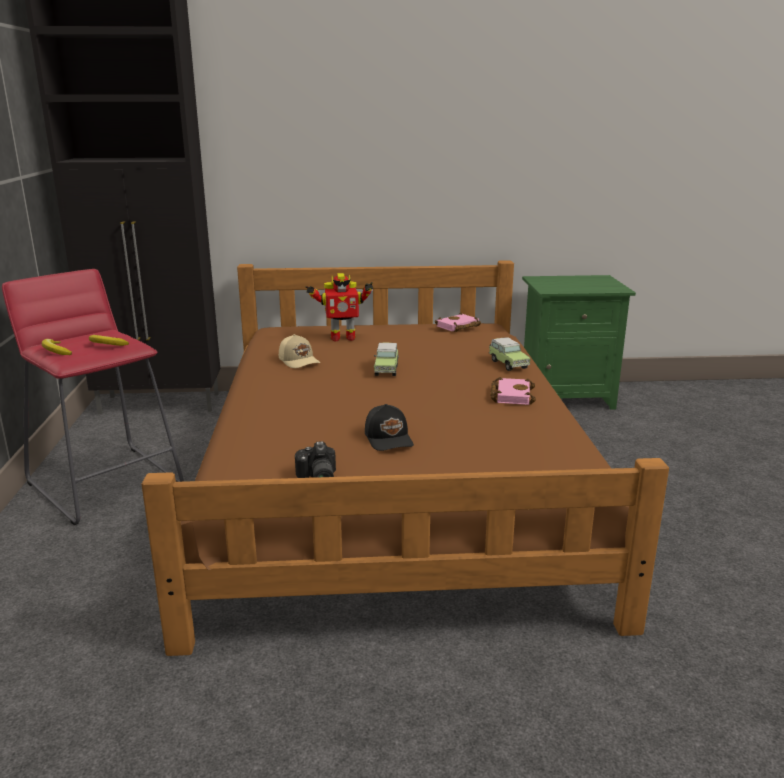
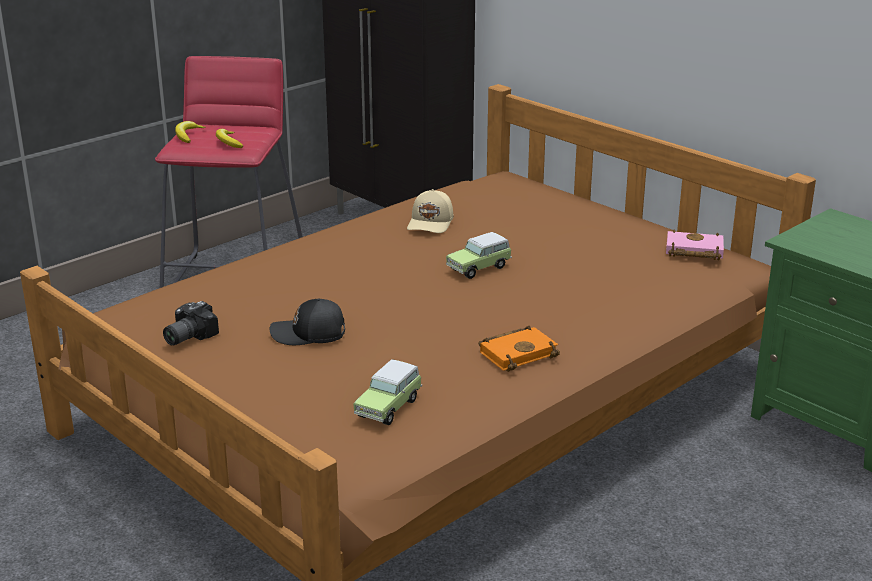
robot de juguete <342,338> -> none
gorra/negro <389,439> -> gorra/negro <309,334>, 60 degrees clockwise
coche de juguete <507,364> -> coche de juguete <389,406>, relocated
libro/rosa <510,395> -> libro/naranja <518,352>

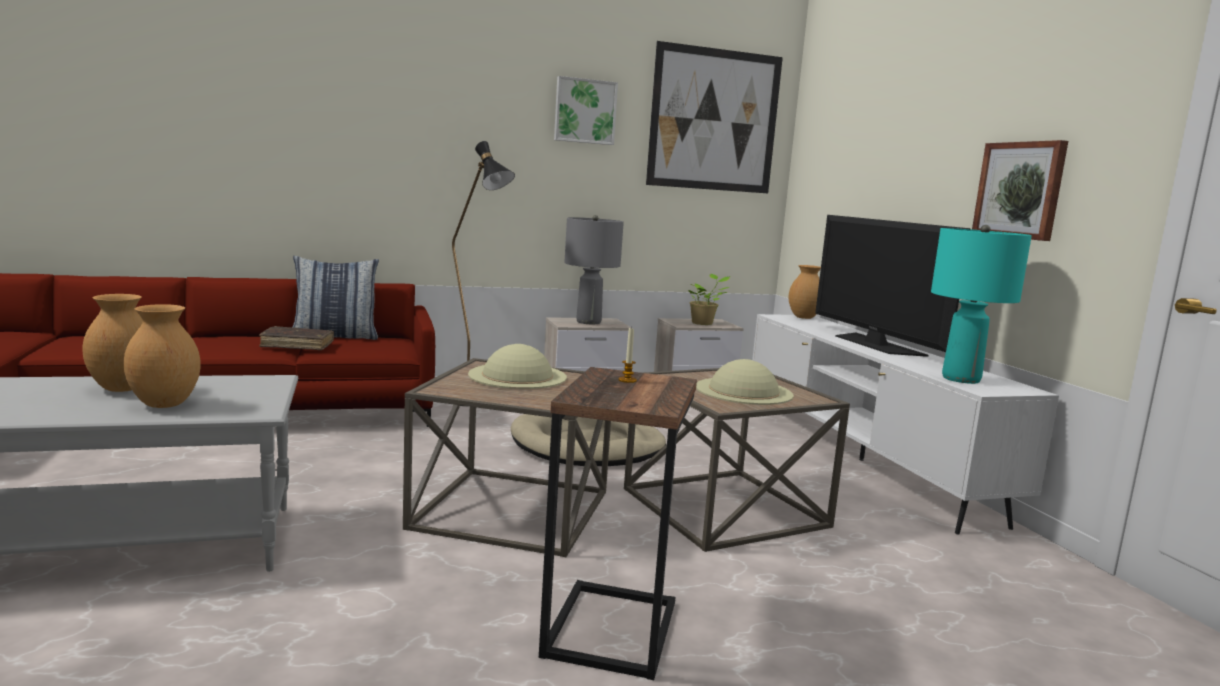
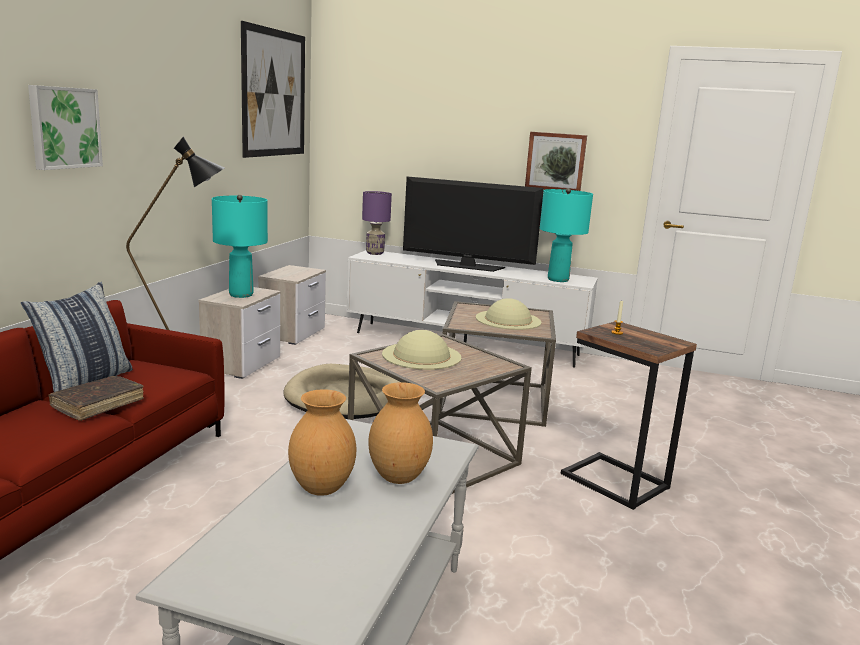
cuadro <585,111> -> cuadro <63,127>, relocated
lámpara de mesa/gris <588,322> -> lámpara de mesa/turquesa <240,294>
planta en maceta <703,323> -> none
florero/marrón <804,317> -> lámpara de mesa/morado <375,253>

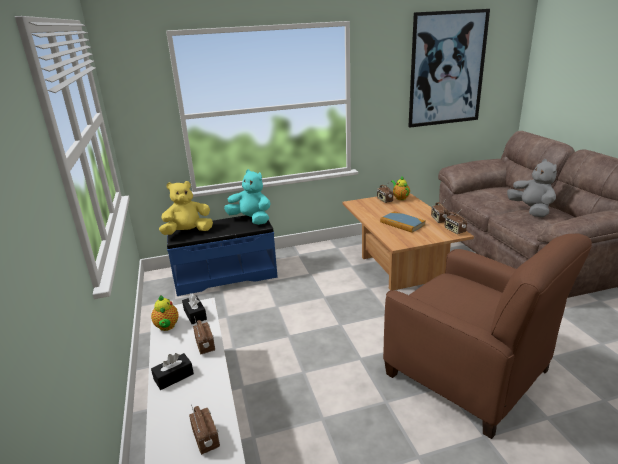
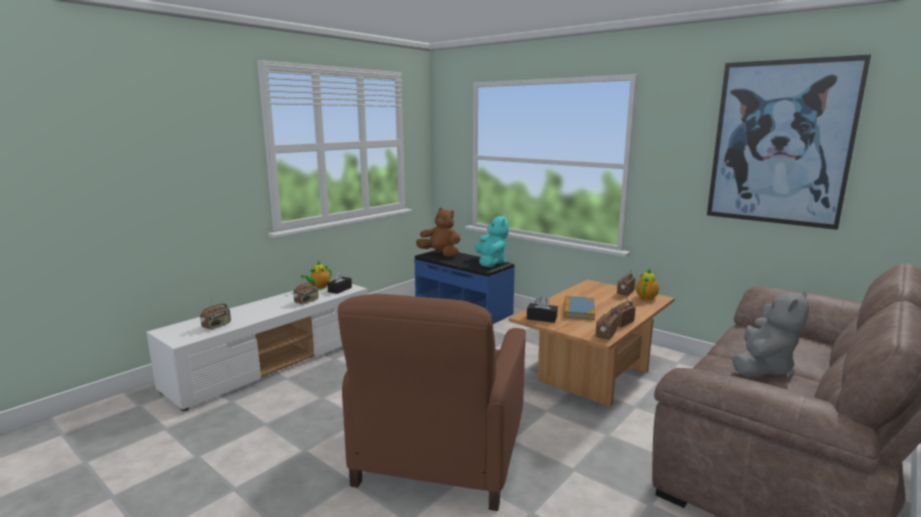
caja de pañuelos/negro <173,377> -> caja de pañuelos/negro <541,318>, relocated
peluche/amarillo <188,232> -> peluche/marrón <440,254>

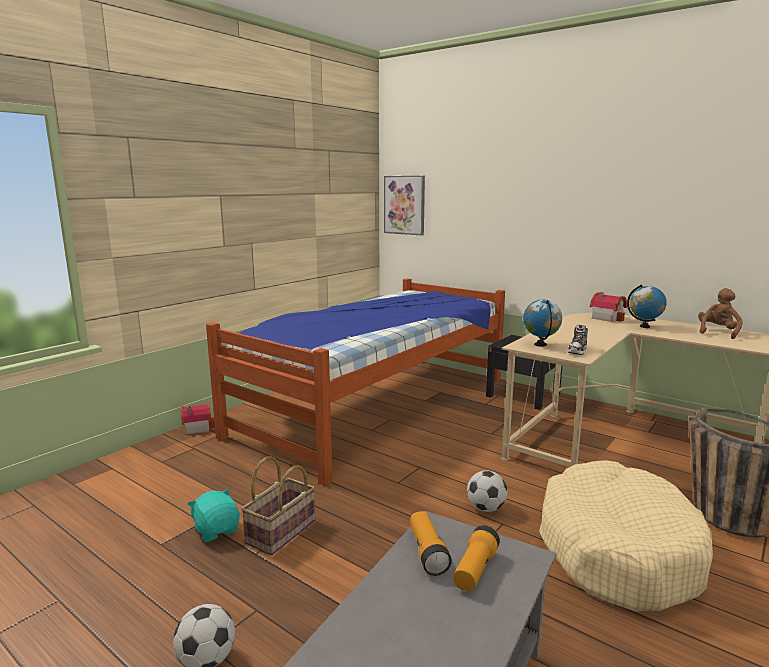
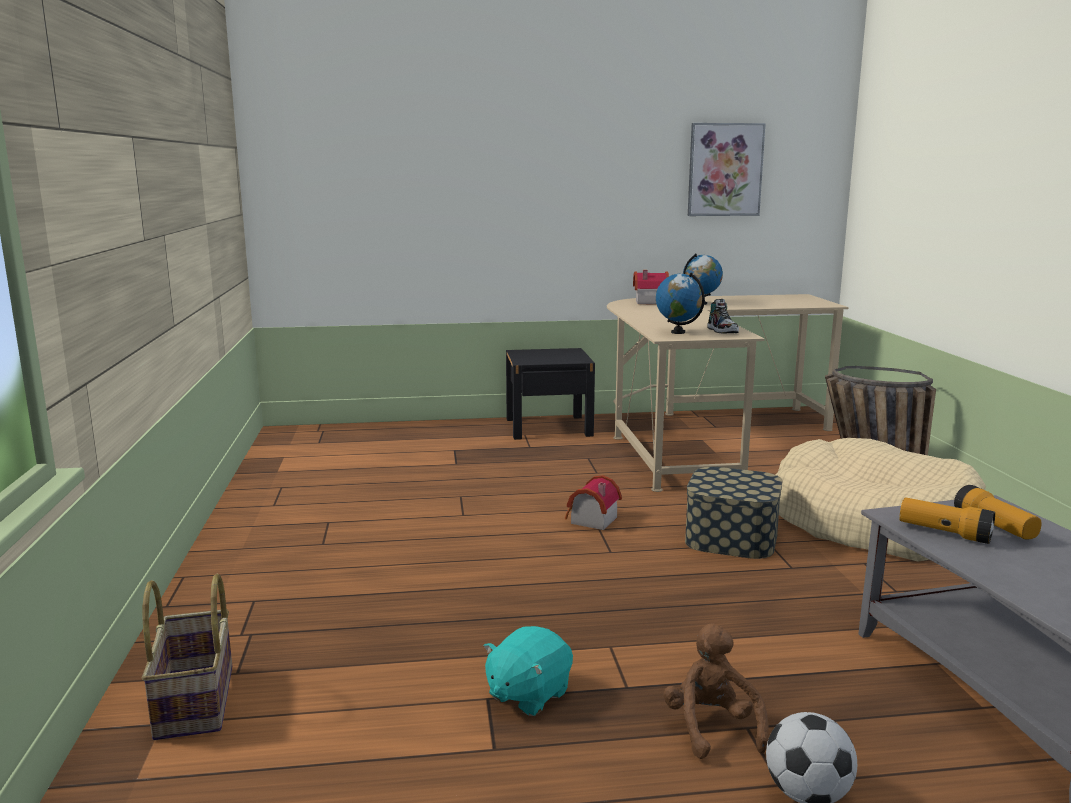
casita <196,428> -> casita <590,520>, relocated
peluche/turquesa <217,530> -> peluche/turquesa <527,694>, 60 degrees counterclockwise
cama <374,405> -> none
cesta <281,532> -> cesta <197,702>, relocated
cuadro <404,205> -> cuadro <725,170>, relocated
balón de fútbol <486,508> -> caja de almacenaje <731,537>
peluche/marrón <717,332> -> peluche/marrón <711,728>, relocated

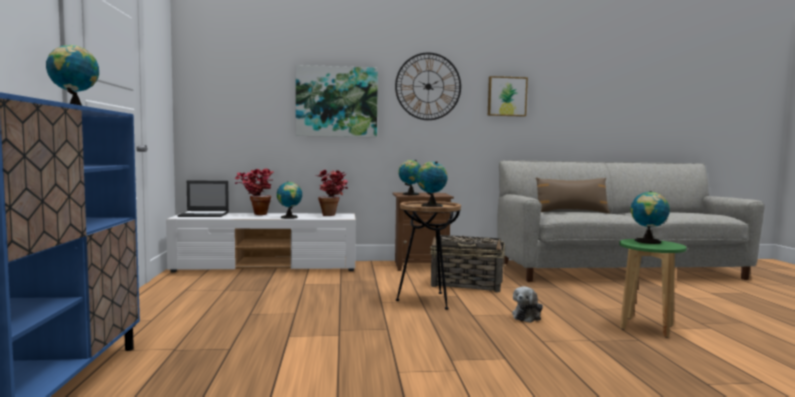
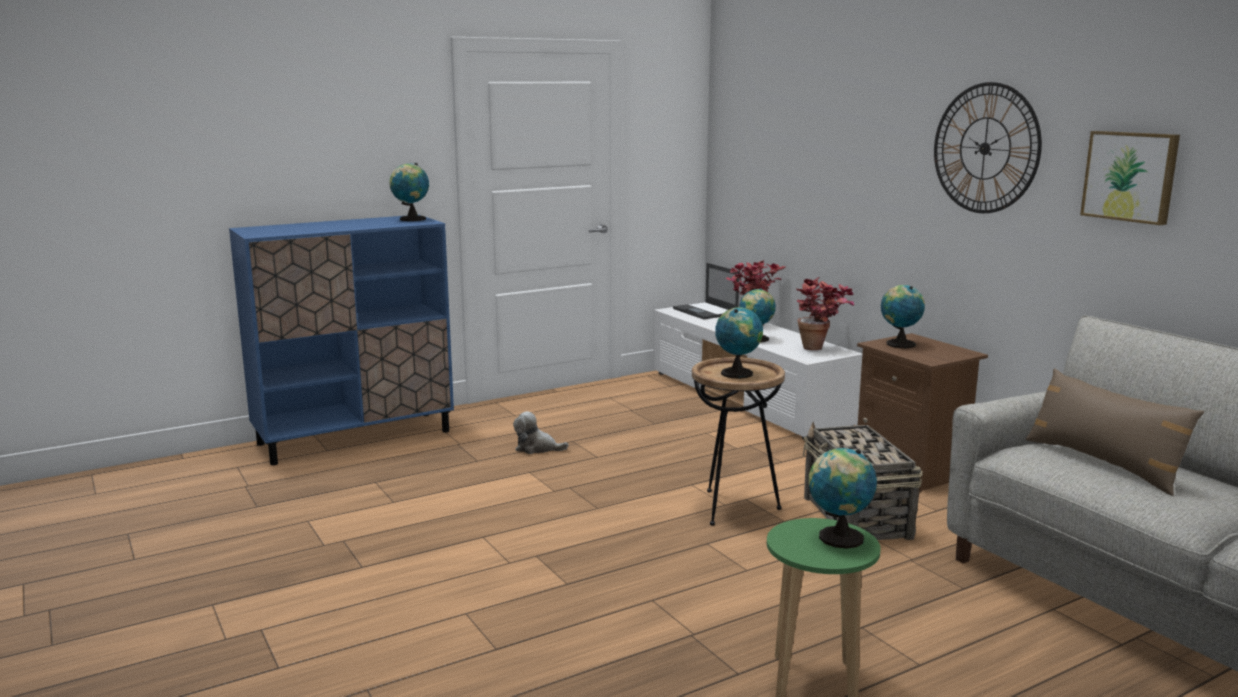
cuadro <336,102> -> none
peluche <527,316> -> peluche <537,448>, relocated

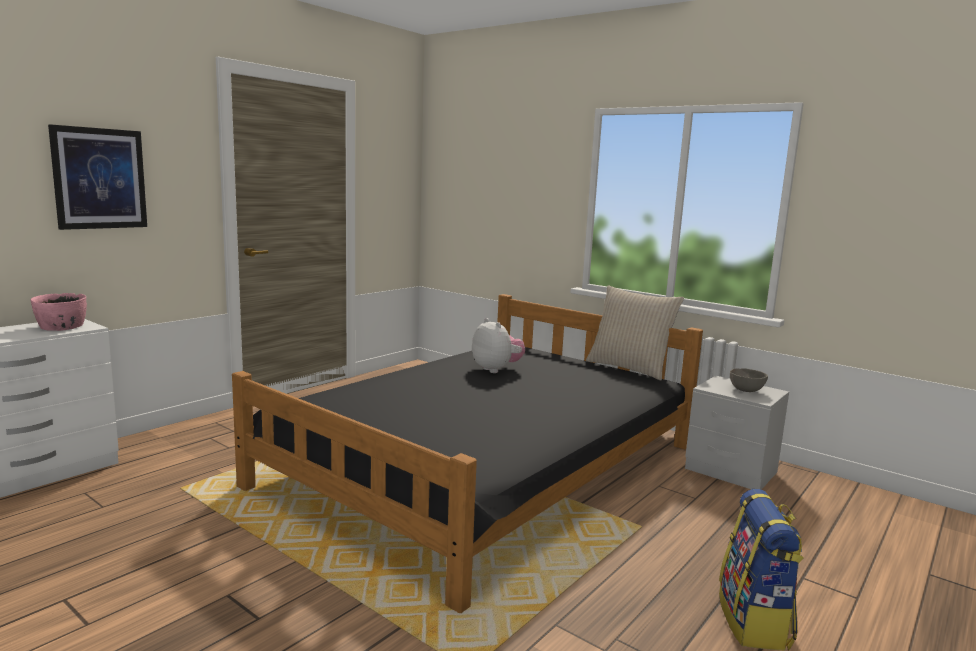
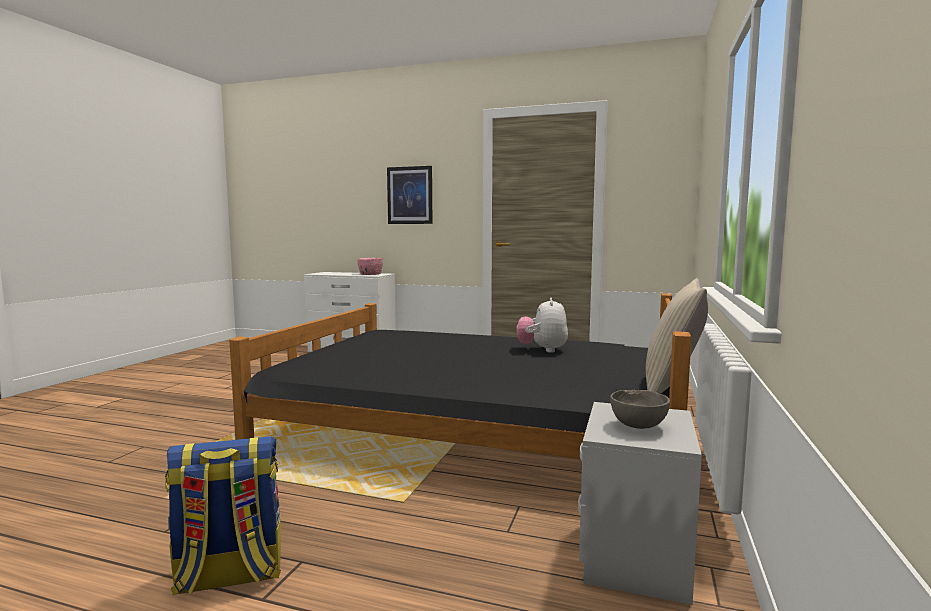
peluche <496,369> -> peluche <542,350>, 150 degrees clockwise

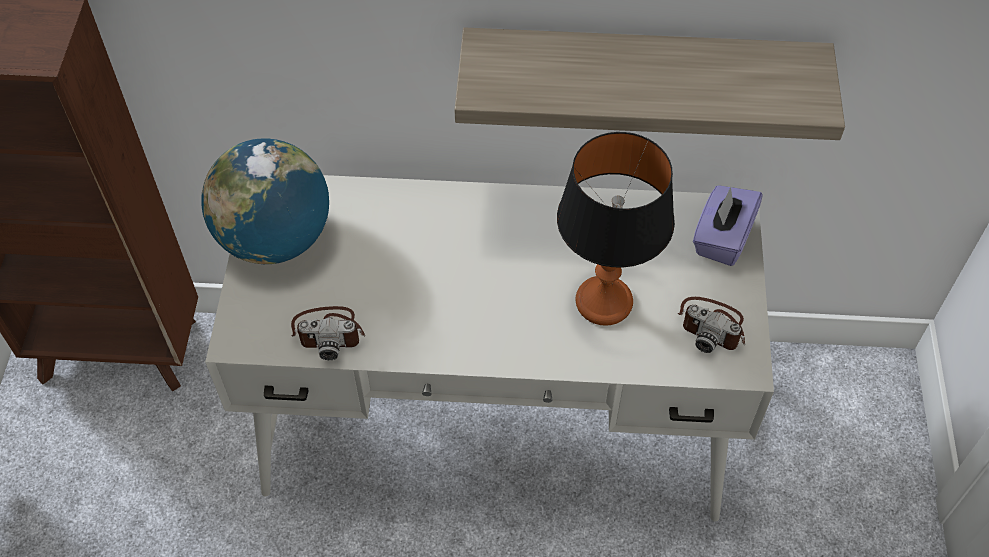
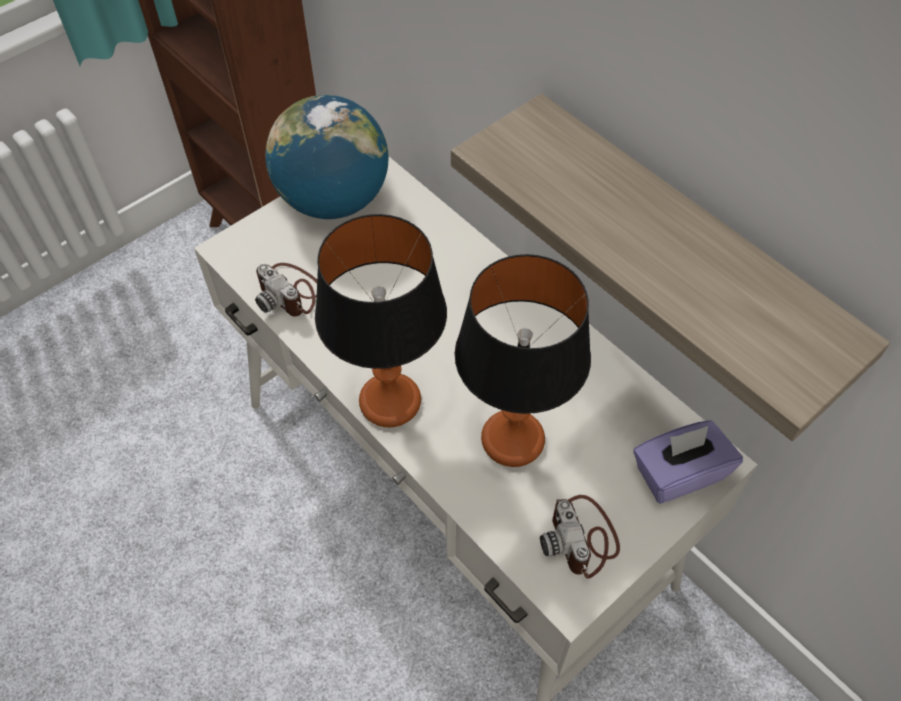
none -> lámpara de mesa <390,400>

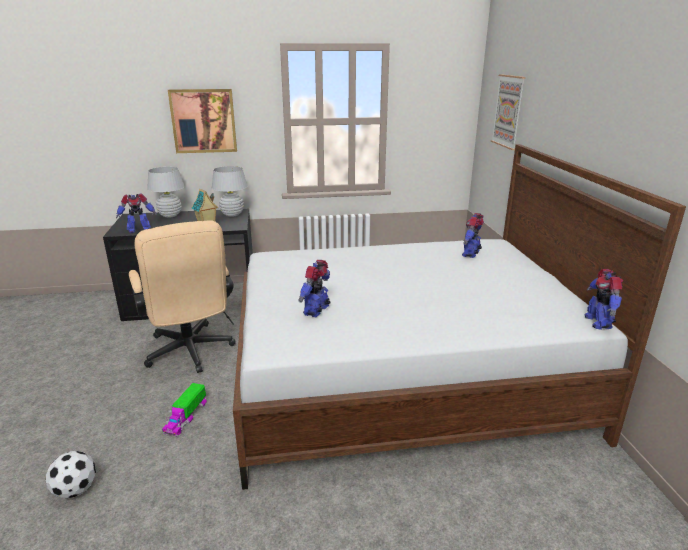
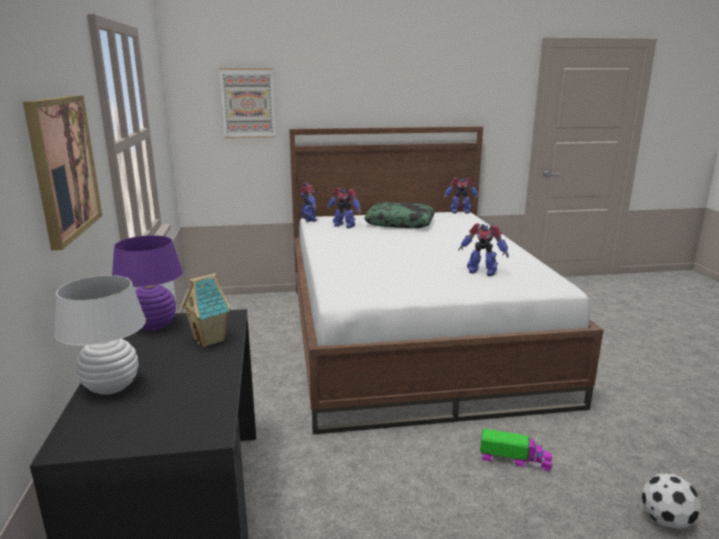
robot de juguete <139,230> -> robot de juguete <308,219>, relocated
silla de oficina/beis <191,353> -> none
lámpara de mesa/blanco <232,214> -> lámpara de mesa/morado <154,325>
none -> cojín <400,223>

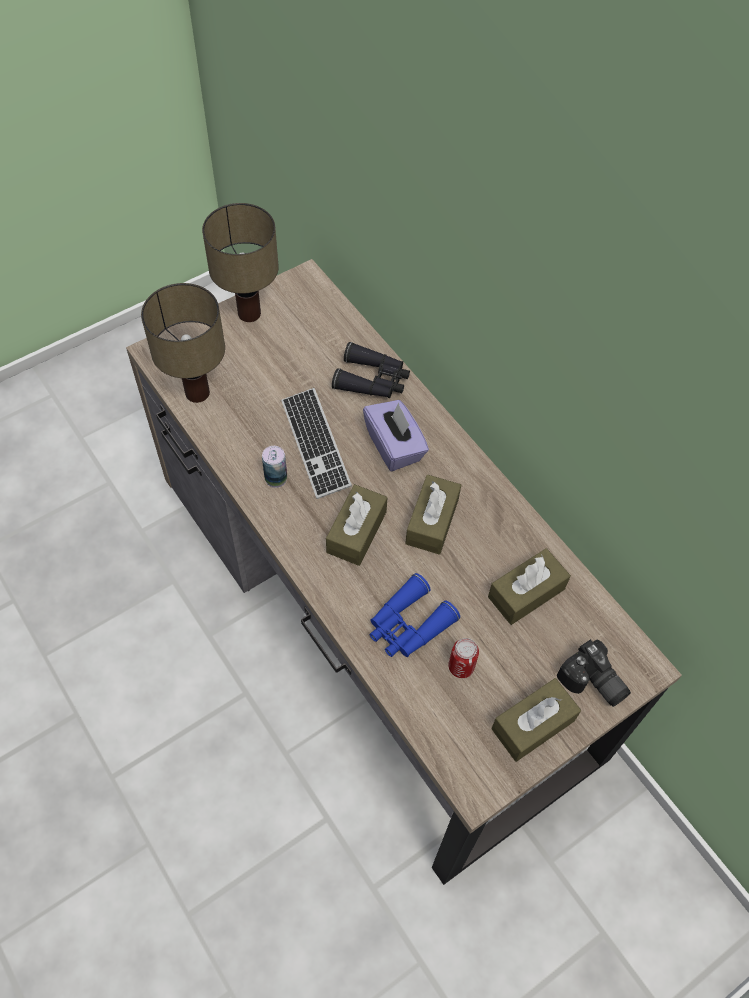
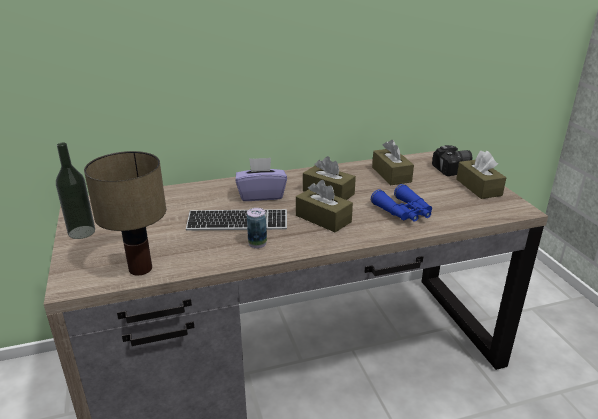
lámpara de mesa <248,312> -> botella <82,232>
prismáticos/negro <372,380> -> none
lata <461,666> -> none

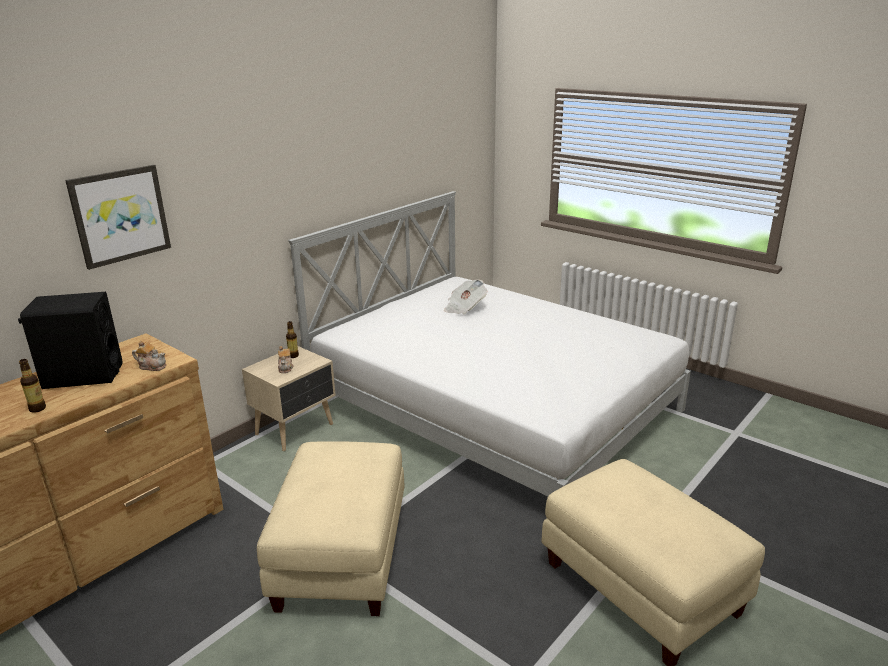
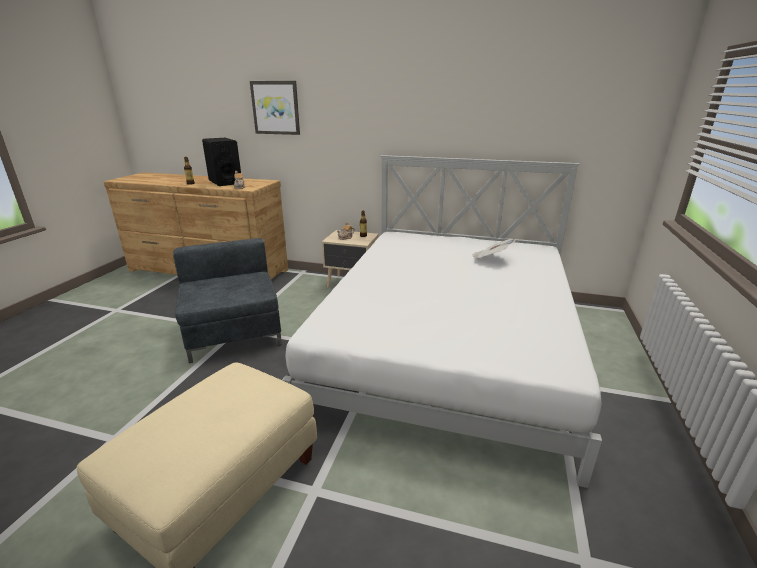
puf/beis <341,555> -> sillón/gris <233,333>

